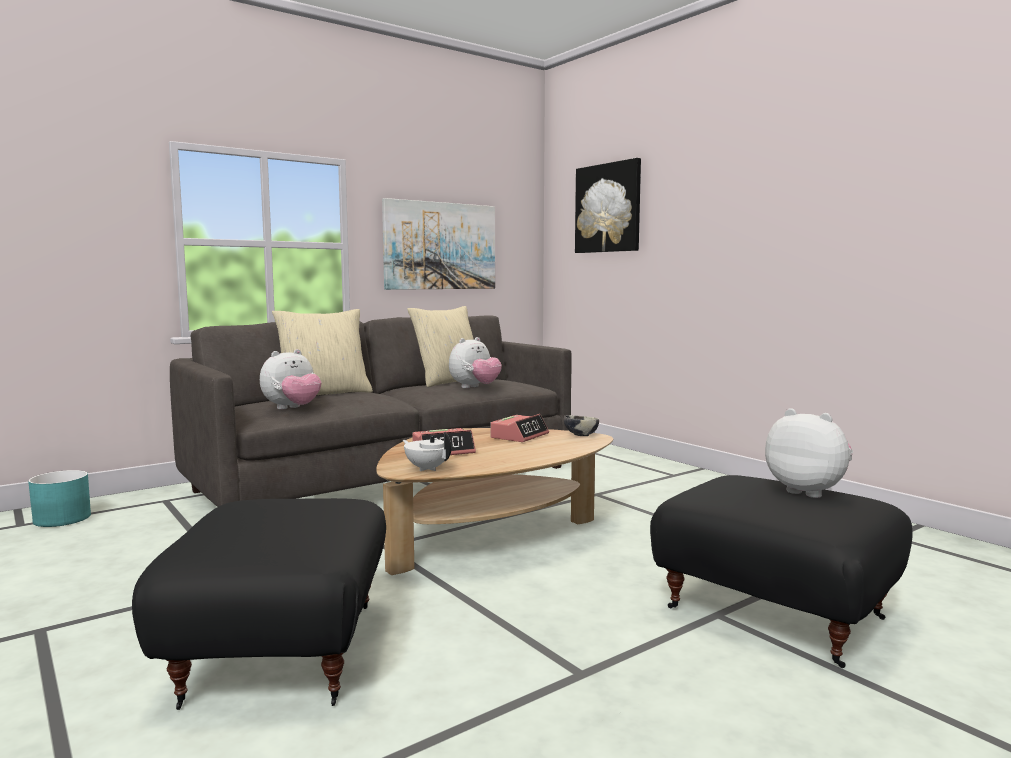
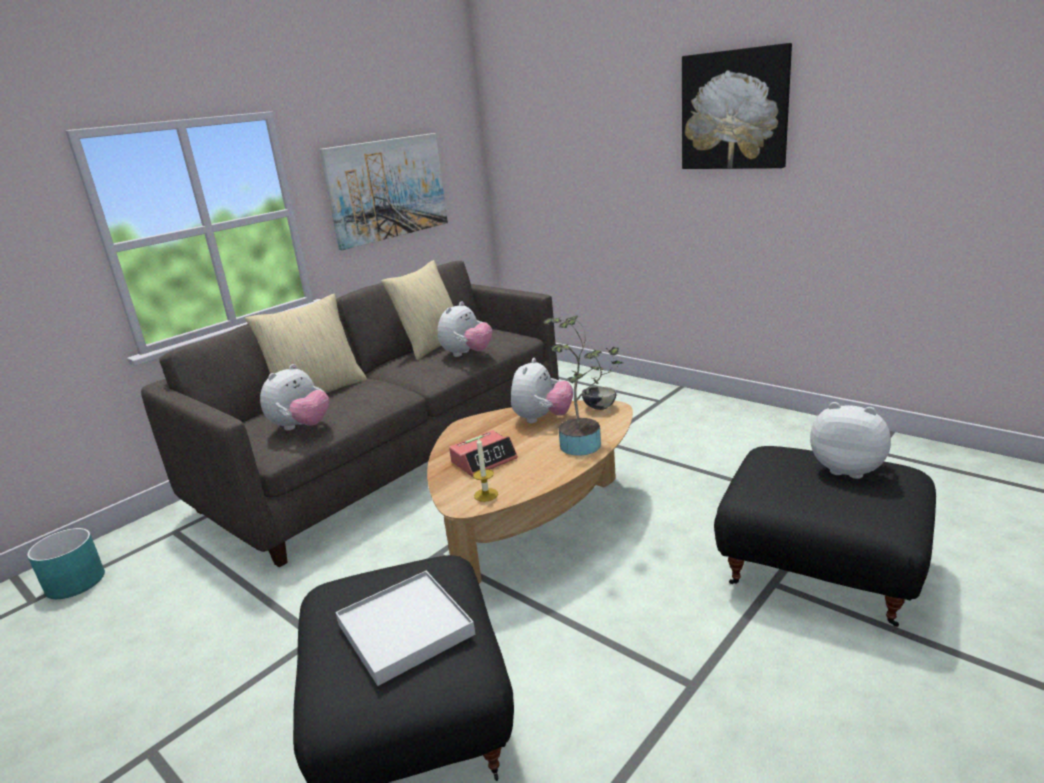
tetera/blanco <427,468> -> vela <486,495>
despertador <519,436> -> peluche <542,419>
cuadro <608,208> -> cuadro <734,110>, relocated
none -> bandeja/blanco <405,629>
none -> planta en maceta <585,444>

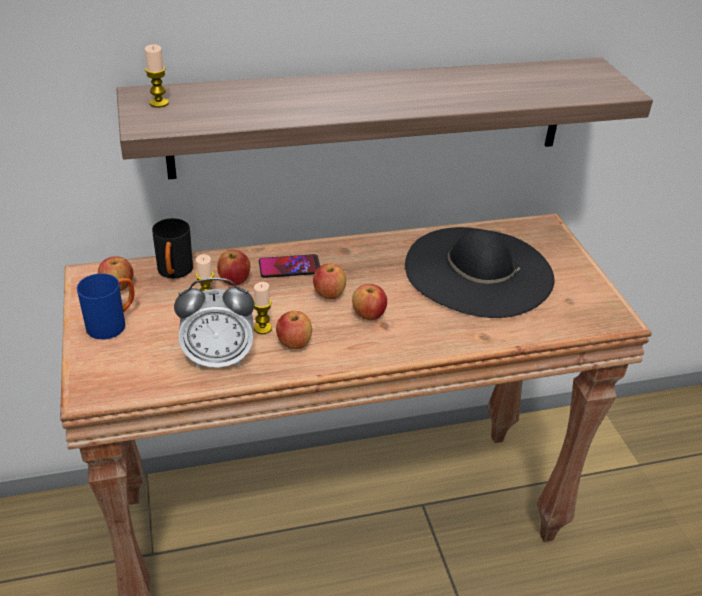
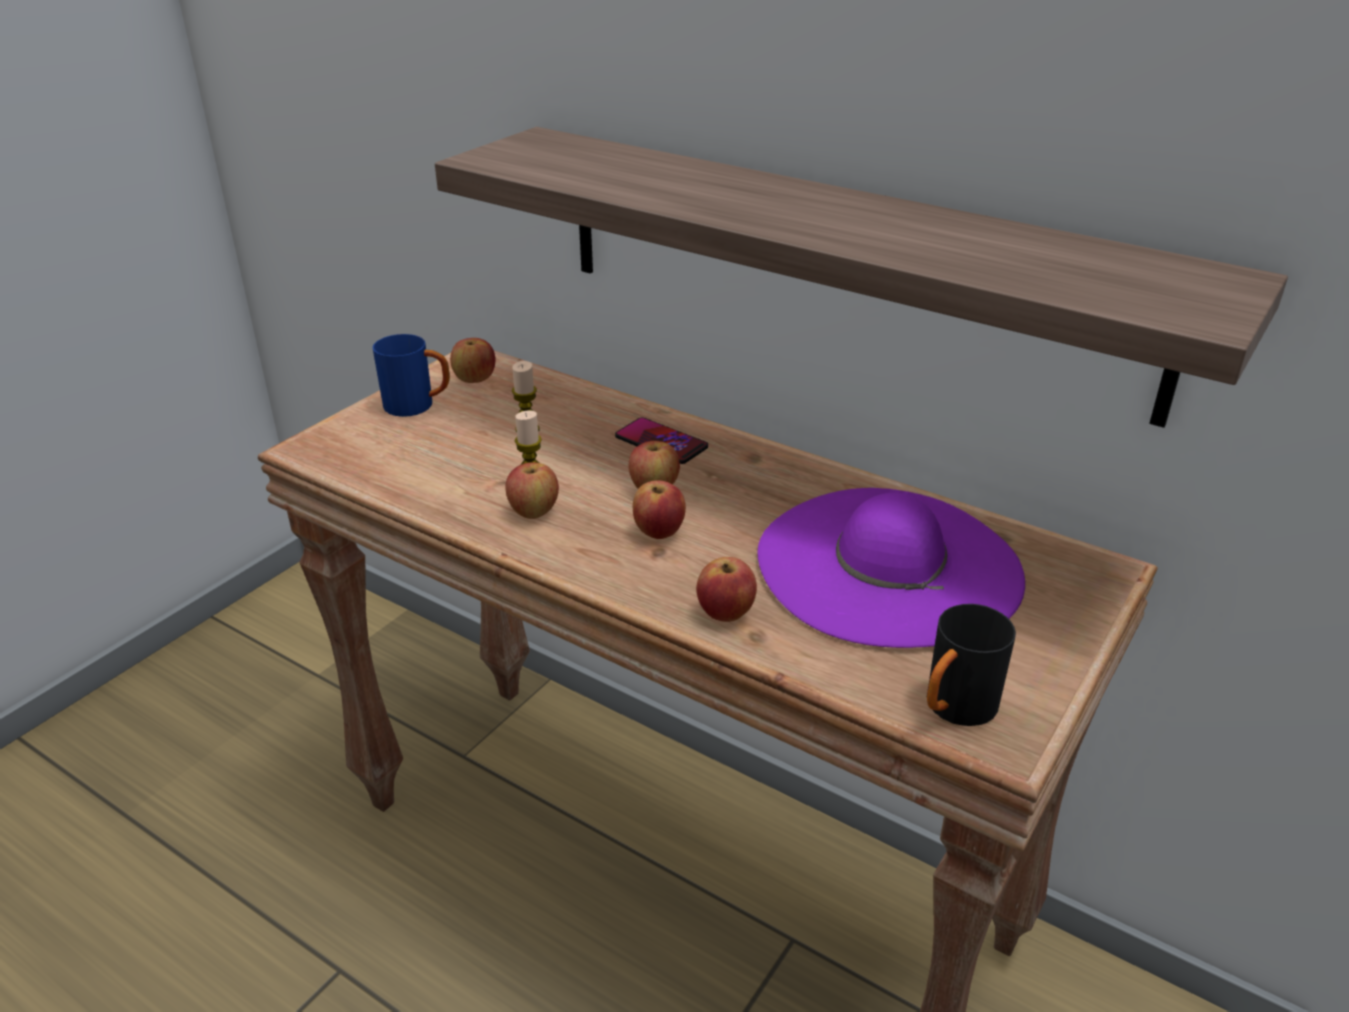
vela <159,103> -> none
taza grande/negro <174,273> -> taza grande/negro <953,710>, relocated
despertador <218,358> -> none
manzana <234,281> -> manzana <726,613>, relocated
sombrero/negro <478,271> -> sombrero/morado <888,565>

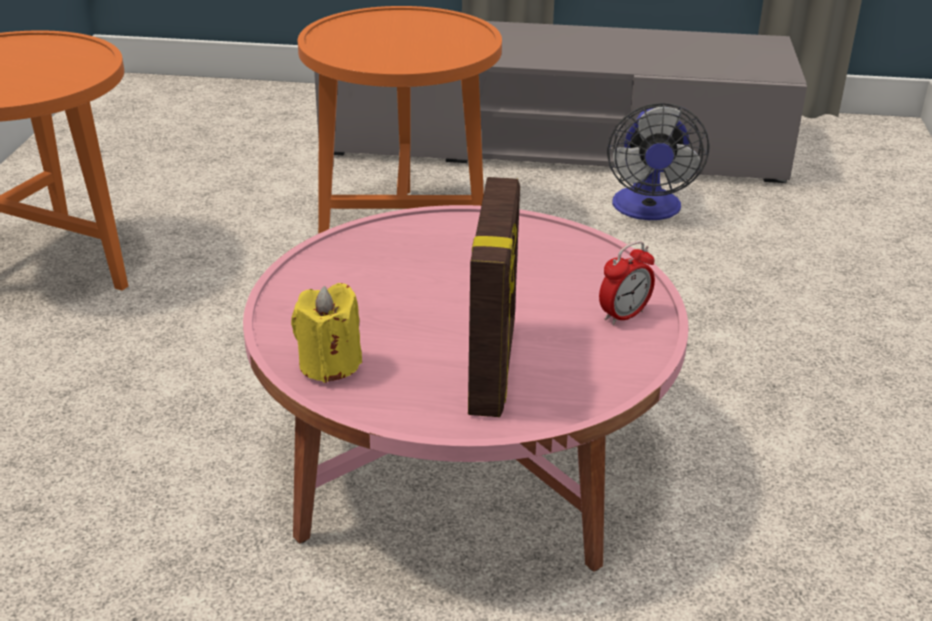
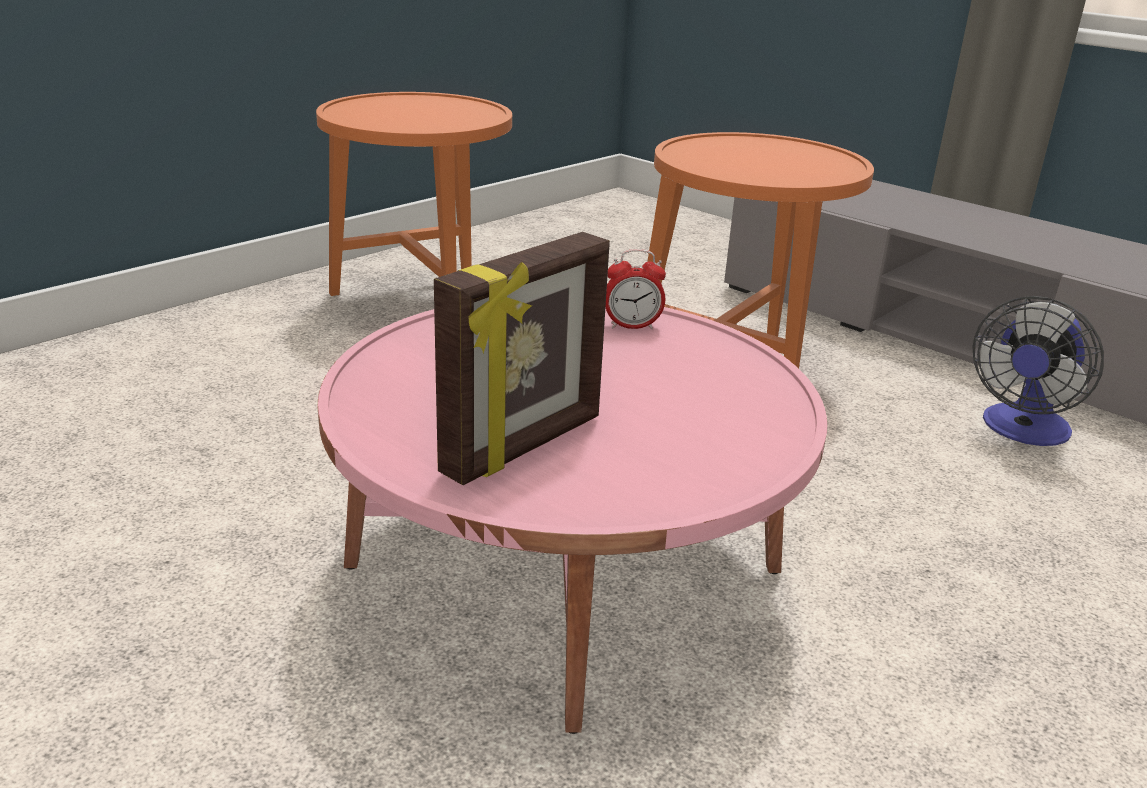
vela/amarillo <329,364> -> none
despertador <624,315> -> despertador <632,326>, relocated

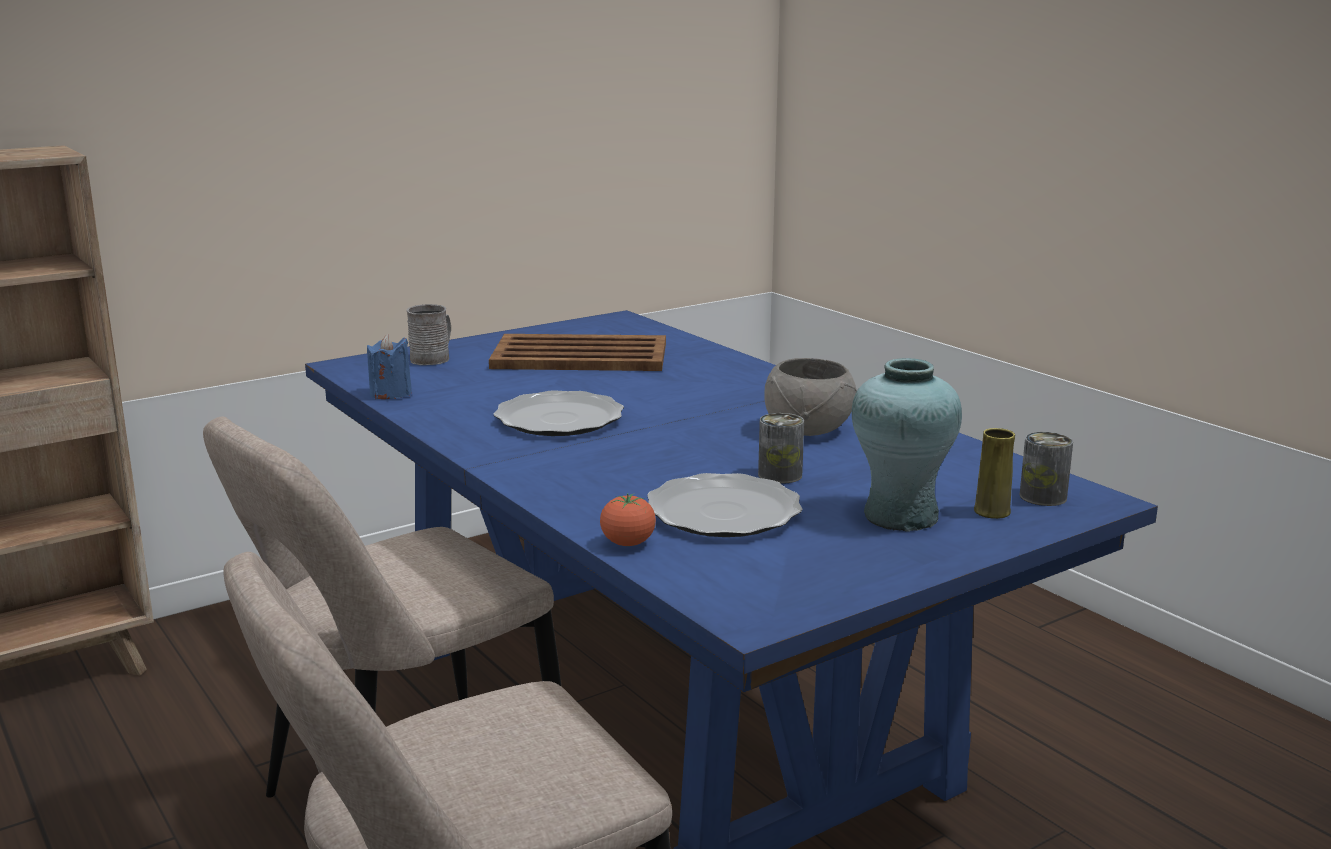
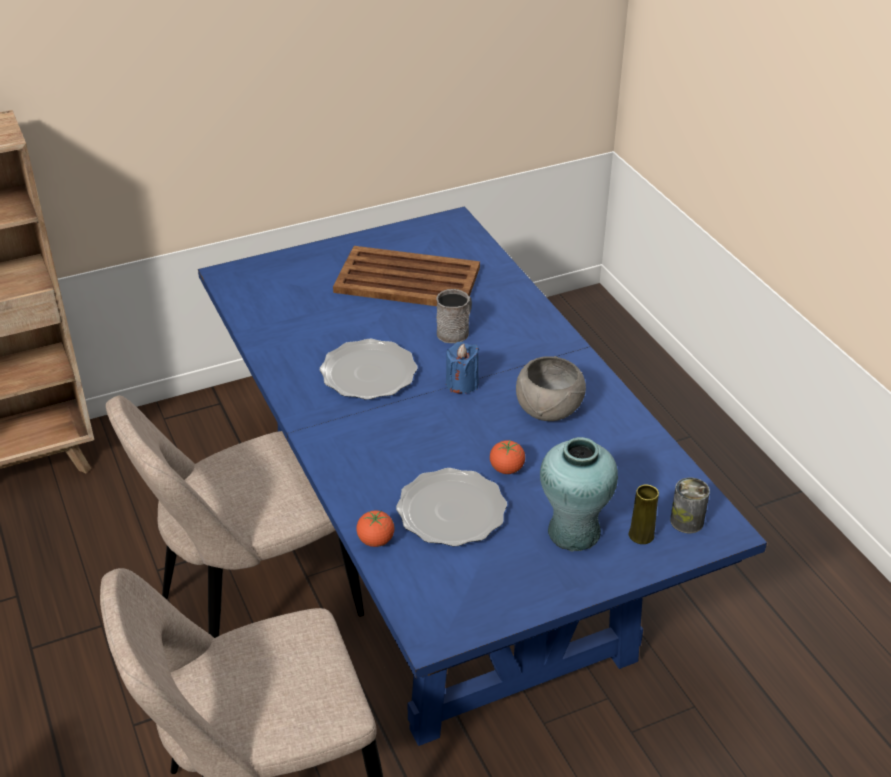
vela/azul <391,394> -> vela/azul <462,384>, relocated
taza grande/gris <433,358> -> taza grande/gris <455,331>, relocated
lata <780,475> -> tomate <506,469>

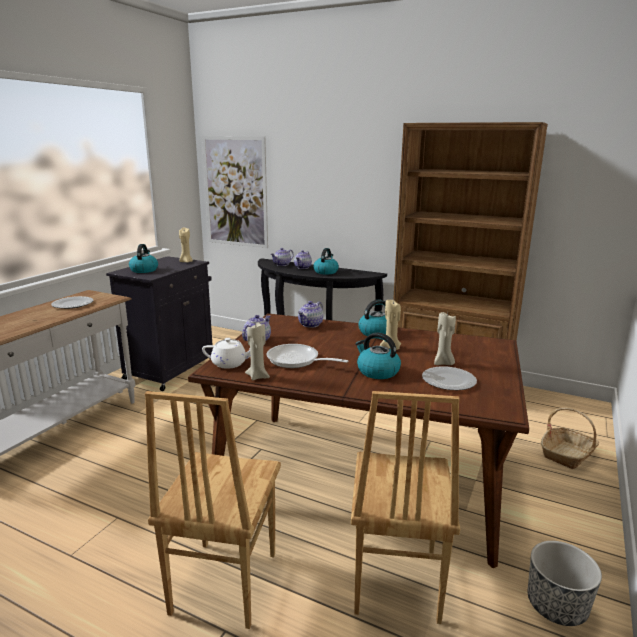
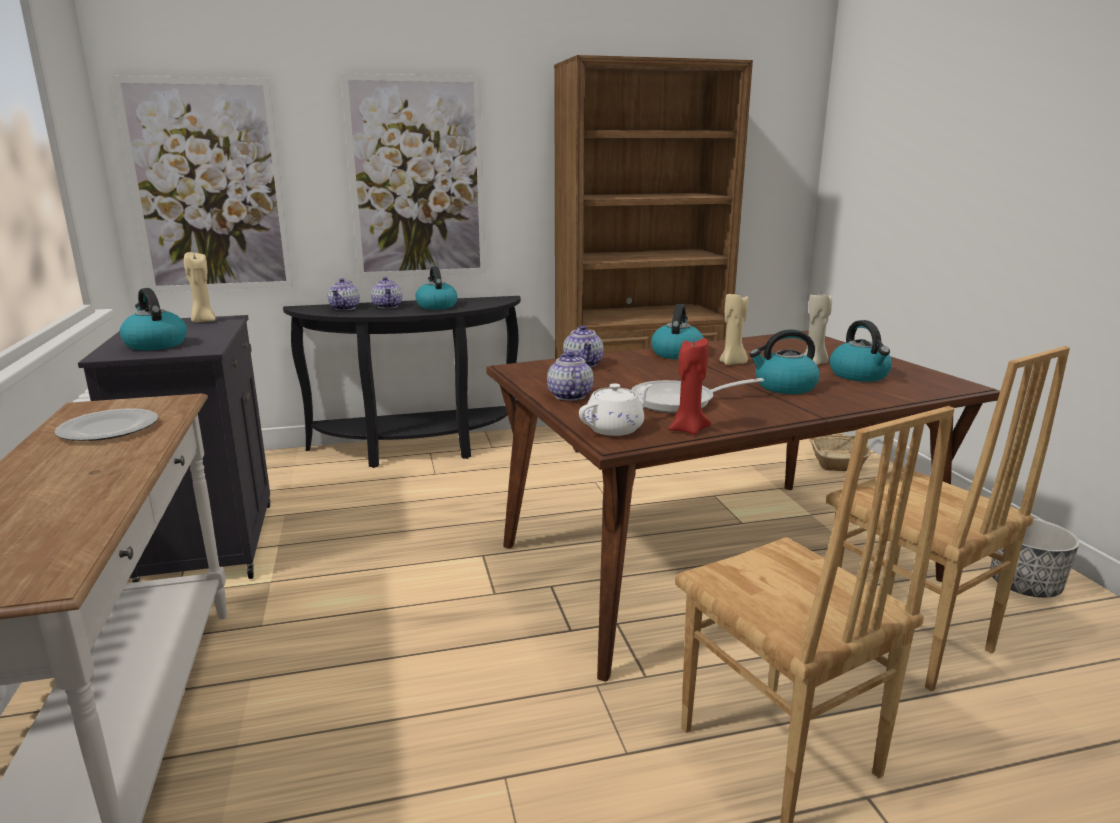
vela/beis <258,376> -> vela/rojo <688,430>
plato <449,380> -> hervidor <859,375>
none -> cuadro <417,179>

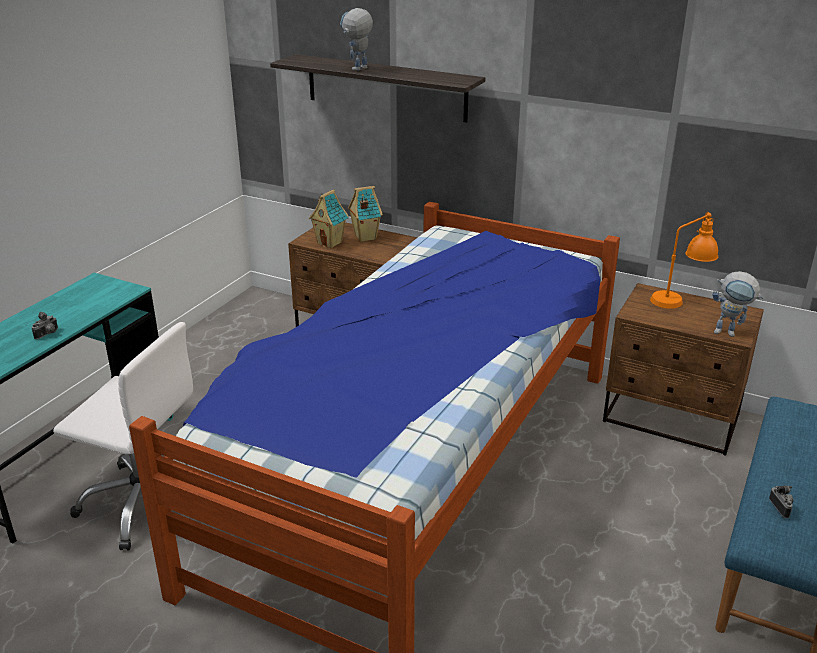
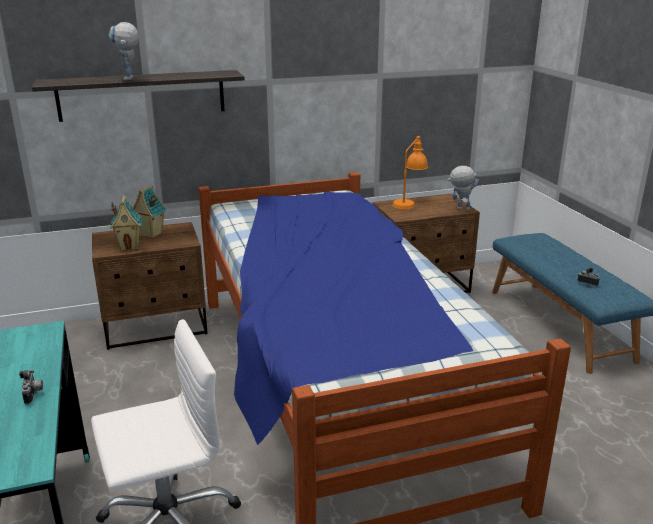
robot de juguete <730,333> -> robot de juguete <459,209>, 150 degrees counterclockwise

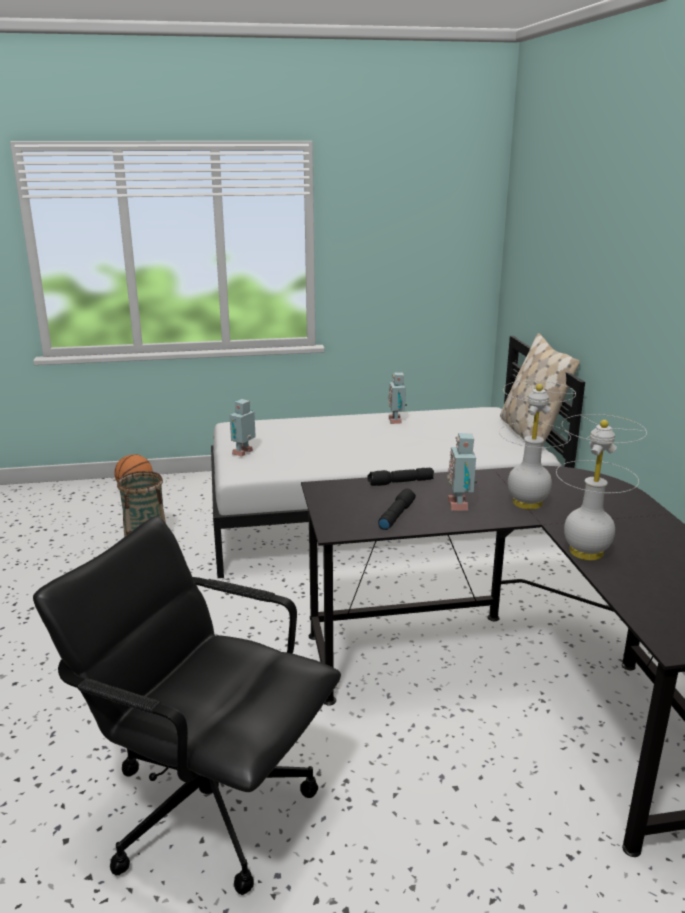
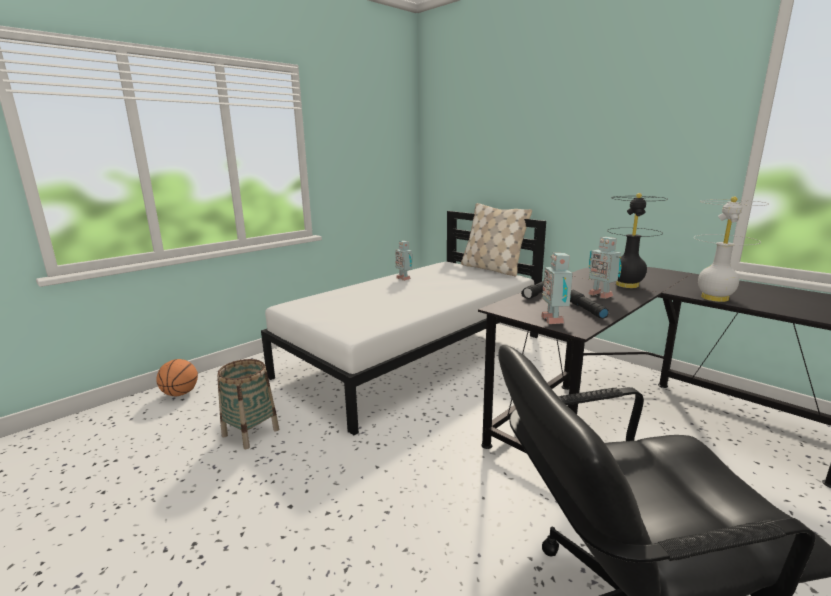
robot de juguete <244,453> -> robot de juguete <554,320>, relocated
lámpara de mesa/blanco <527,502> -> lámpara de mesa/negro <627,285>

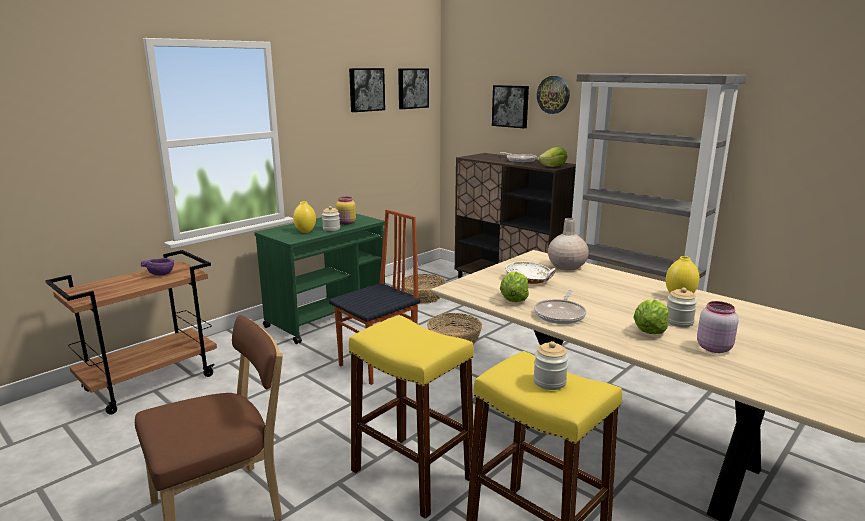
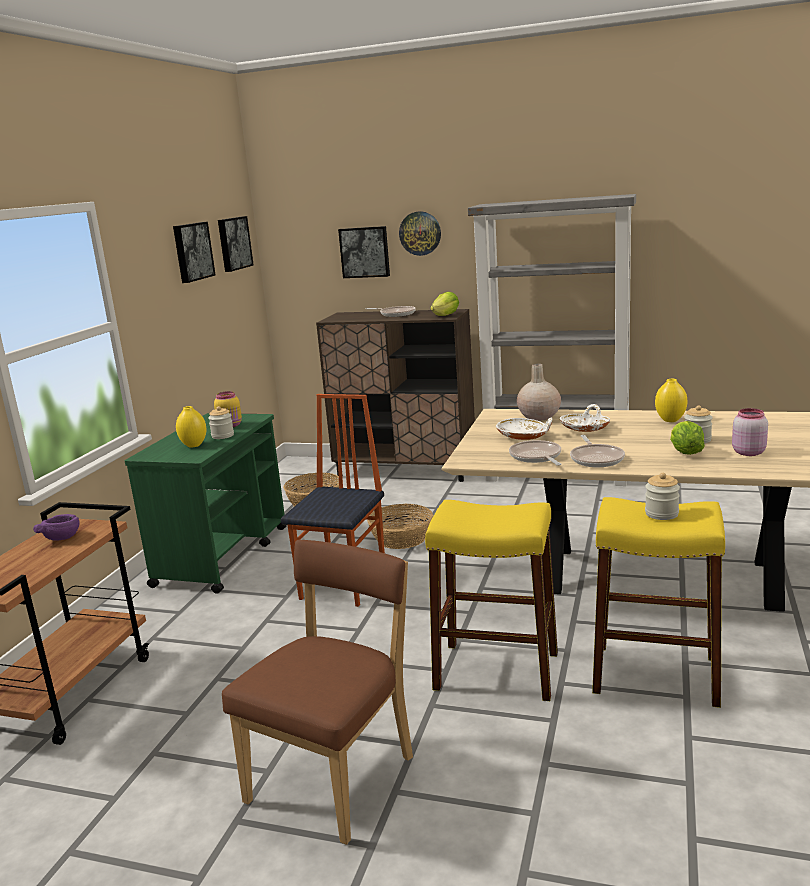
lechuga <513,299> -> sartén <536,457>
none -> cuenco/blanco <585,429>

